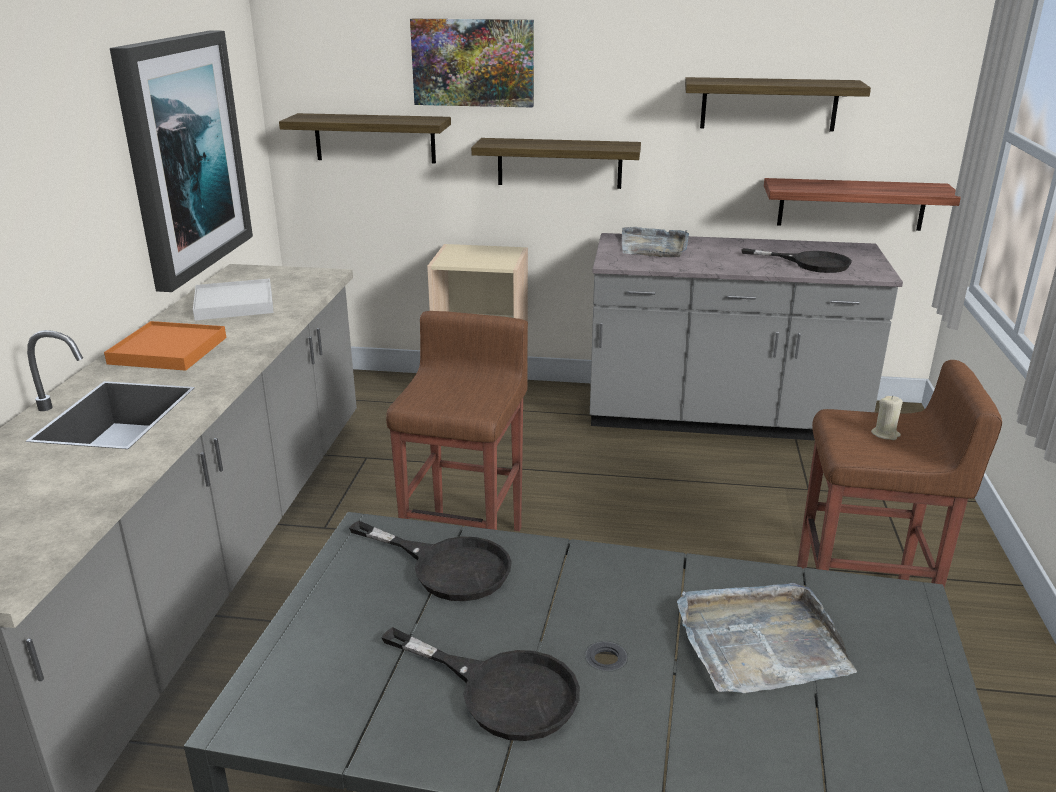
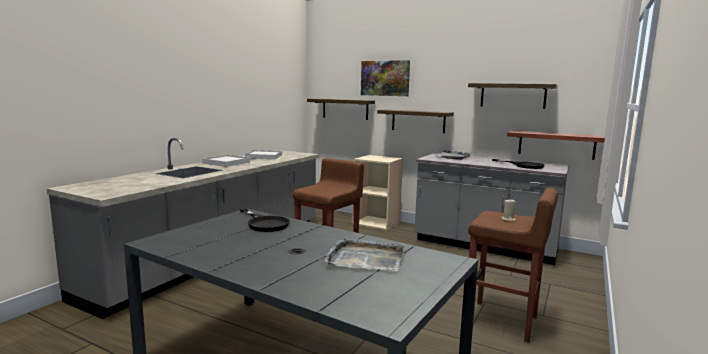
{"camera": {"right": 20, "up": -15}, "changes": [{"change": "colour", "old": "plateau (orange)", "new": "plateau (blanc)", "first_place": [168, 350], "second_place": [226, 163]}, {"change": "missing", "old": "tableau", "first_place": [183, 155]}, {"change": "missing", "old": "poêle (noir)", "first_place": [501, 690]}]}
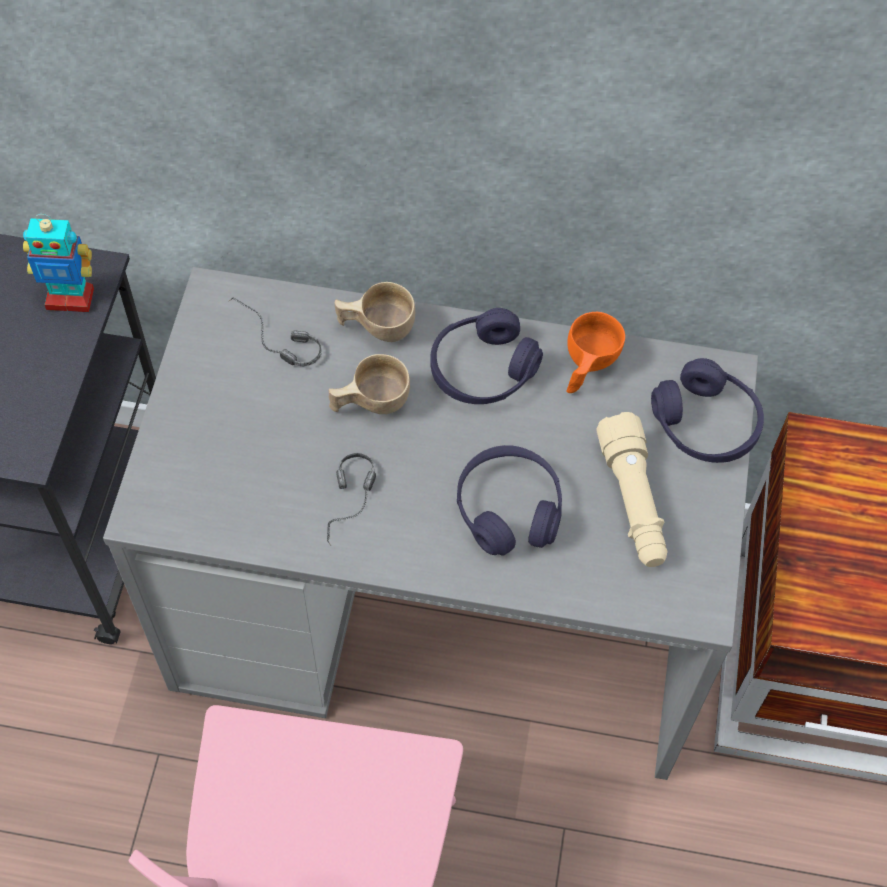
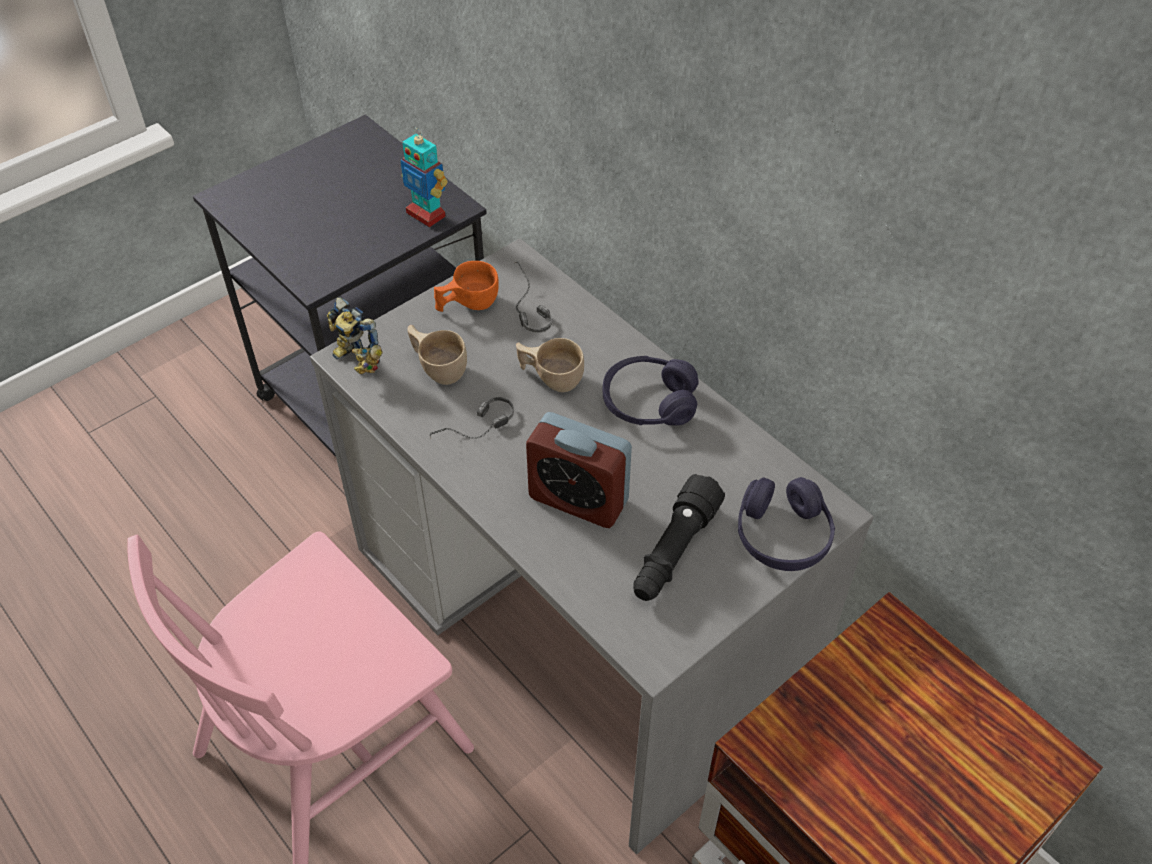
{"camera": {"right": 40, "up": -10}, "changes": [{"change": "relocated", "old": "tasse (beige)", "first_place": [376, 327], "second_place": [438, 367]}, {"change": "exchanged", "old": "casque audio (violet)", "new": "réveil", "first_place": [508, 509], "second_place": [578, 499]}, {"change": "relocated", "old": "tasse (orange)", "first_place": [586, 367], "second_place": [467, 304]}, {"change": "colour", "old": "lampe de poche (beige)", "new": "lampe de poche (noir)", "first_place": [633, 502], "second_place": [674, 551]}, {"change": "appeared", "new": "robot jouet", "second_place": [354, 361]}]}
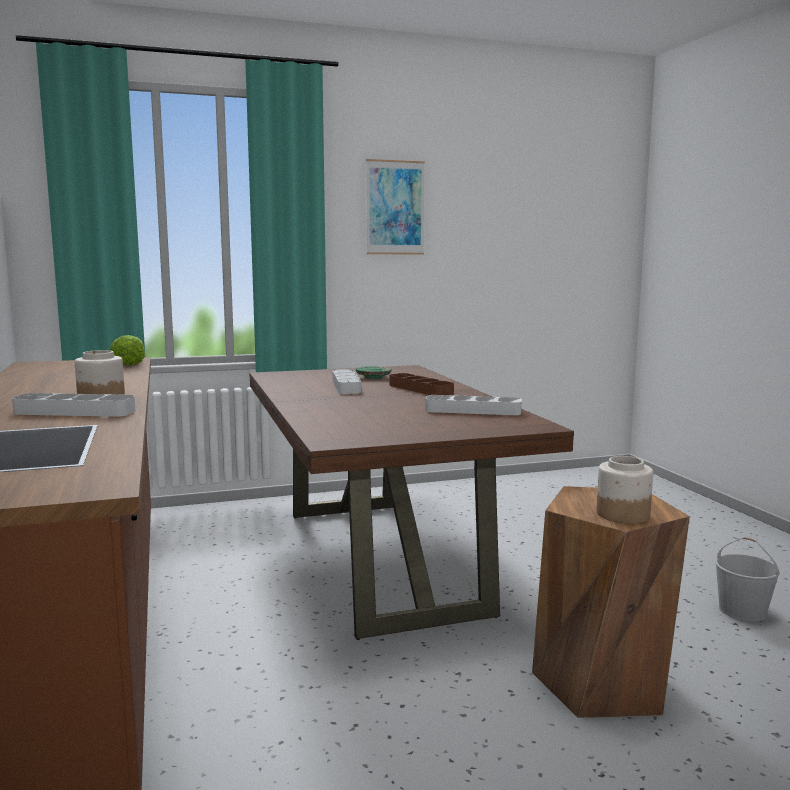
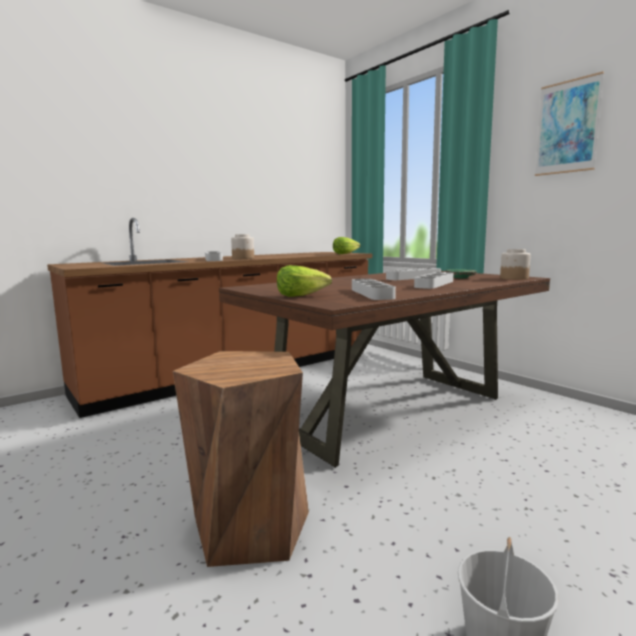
{"camera": {"right": 70, "up": 0}, "changes": [{"change": "colour", "old": "plateau (marron)", "new": "plateau (gris)", "first_place": [420, 389], "second_place": [434, 284]}, {"change": "relocated", "old": "bocal", "first_place": [622, 514], "second_place": [513, 278]}, {"change": "appeared", "new": "laitue", "second_place": [301, 296]}]}
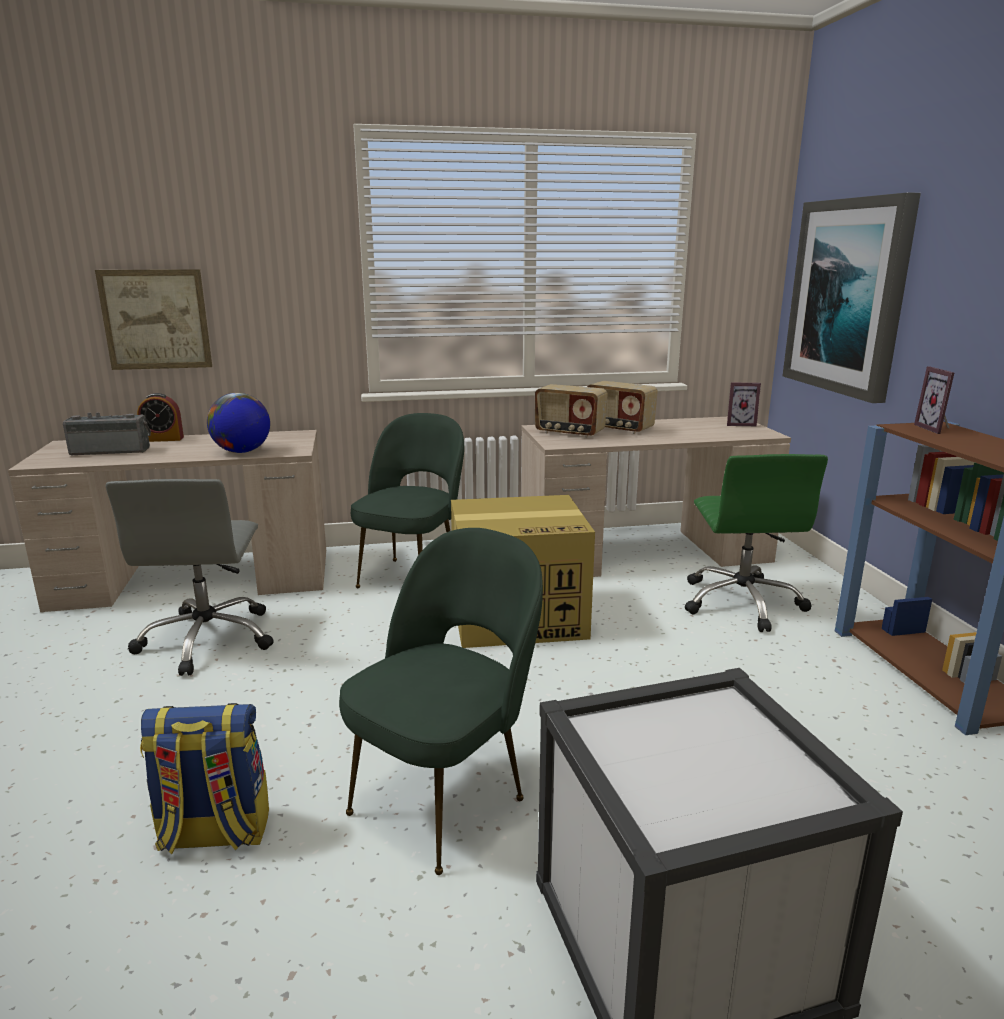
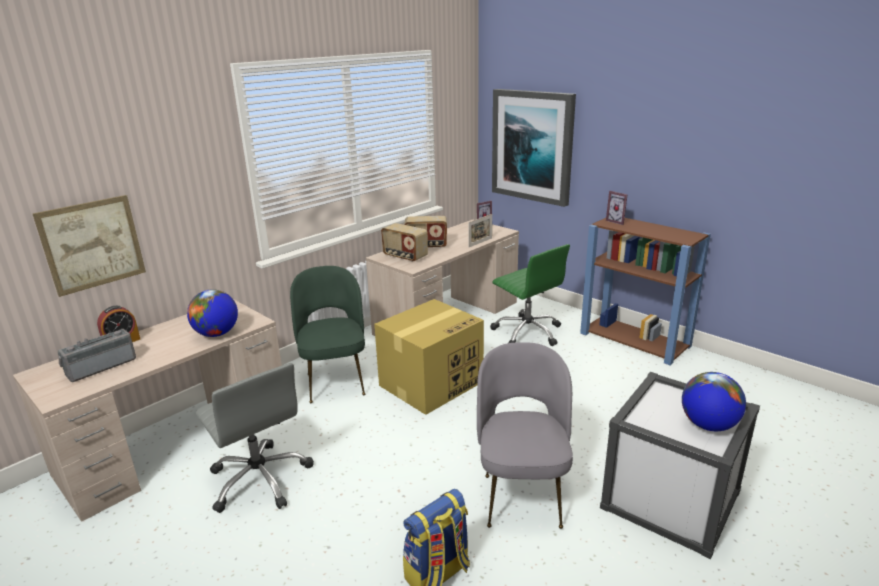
{"camera": {"right": -35, "up": 5}, "changes": [{"change": "colour", "old": "chaise (vert)", "new": "chaise (gris)", "first_place": [447, 799], "second_place": [521, 495]}, {"change": "spun", "old": "radio", "first_place": [569, 433], "second_place": [405, 257], "degrees": 45}, {"change": "appeared", "new": "cadre photo", "second_place": [480, 242]}, {"change": "appeared", "new": "globe", "second_place": [708, 425]}]}
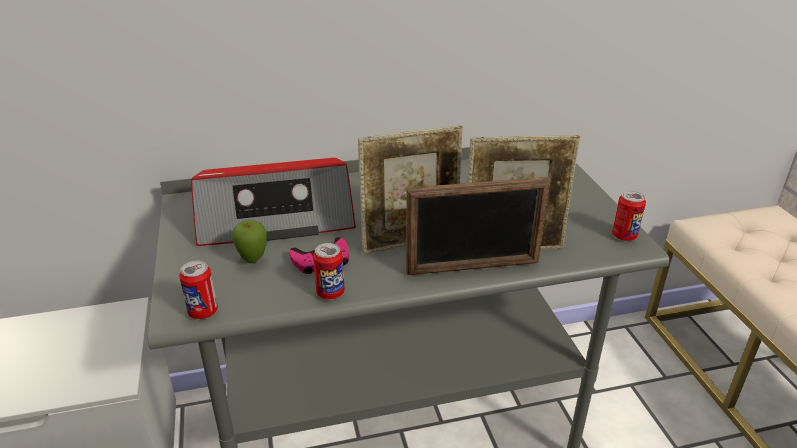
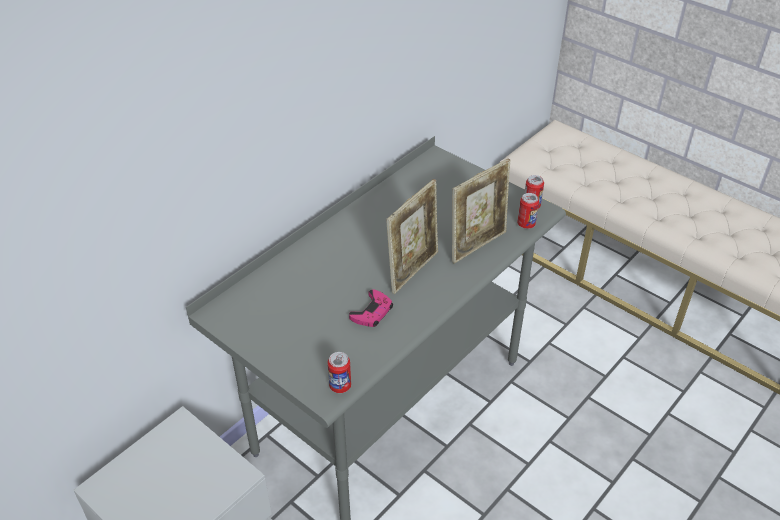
{"camera": {"right": -35, "up": 10}, "changes": [{"change": "missing", "old": "radio", "first_place": [276, 219]}, {"change": "missing", "old": "pomme", "first_place": [253, 260]}, {"change": "relocated", "old": "boîte métallique", "first_place": [330, 293], "second_place": [526, 224]}, {"change": "missing", "old": "cadre photo", "first_place": [473, 268]}]}
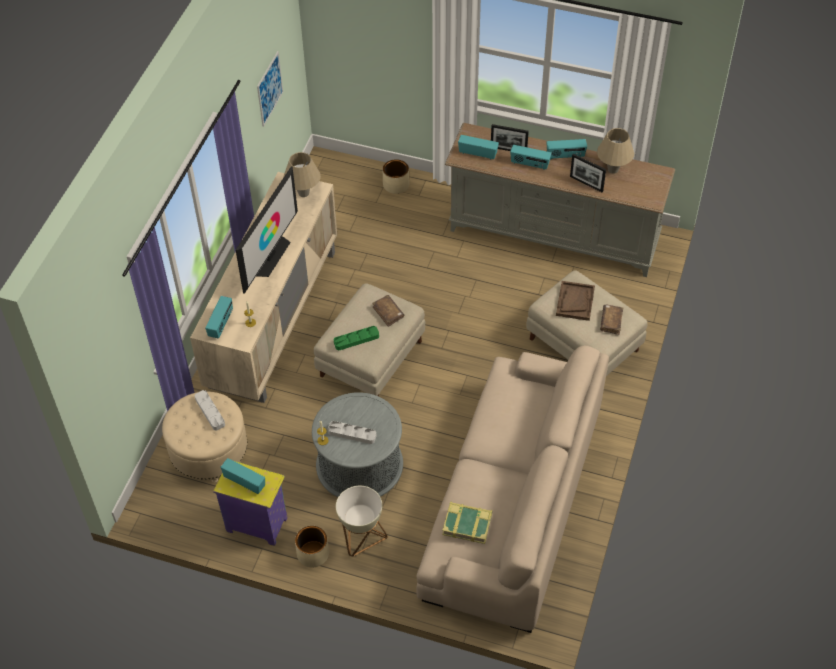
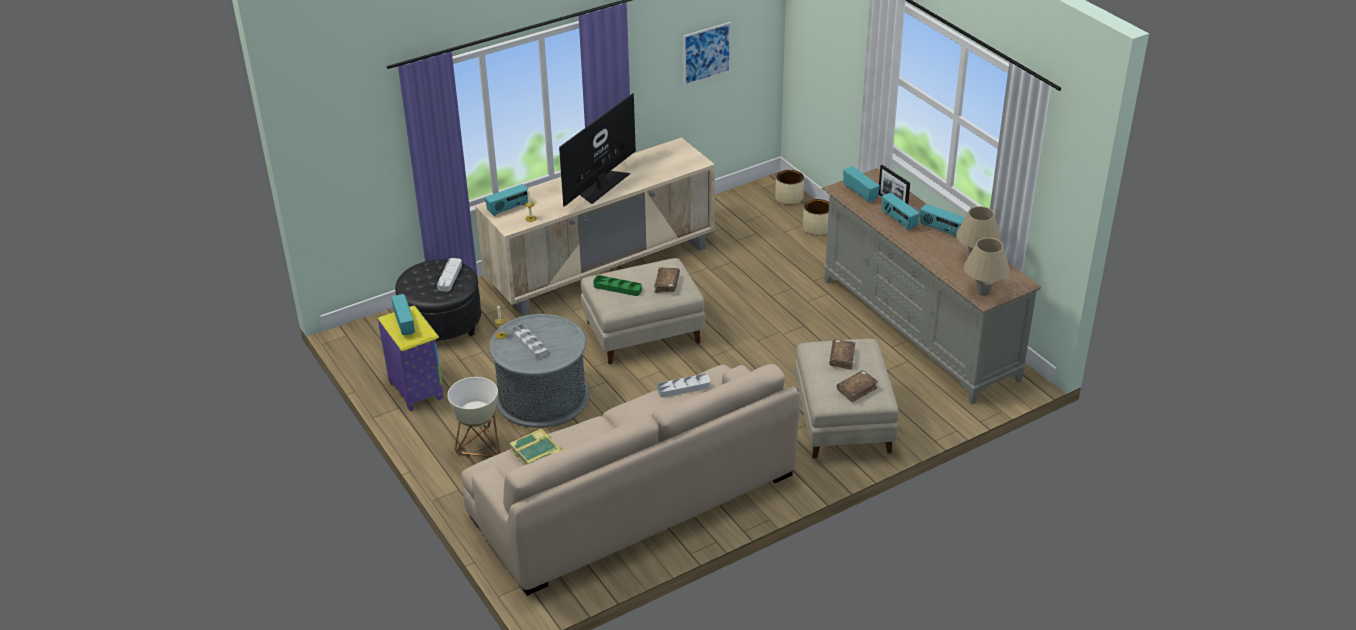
{"camera": {"right": 40, "up": -15}, "changes": [{"change": "colour", "old": "pouf (beige)", "new": "pouf (noir)", "first_place": [209, 452], "second_place": [442, 325]}, {"change": "spun", "old": "téléviseur", "first_place": [270, 256], "second_place": [602, 185], "degrees": 150}, {"change": "relocated", "old": "lampe de table (beige)", "first_place": [303, 193], "second_place": [983, 291]}, {"change": "relocated", "old": "cache-pot (beige)", "first_place": [312, 554], "second_place": [788, 198]}, {"change": "exchanged", "old": "plateau (marron)", "new": "livre (marron)", "first_place": [575, 301], "second_place": [842, 358]}, {"change": "missing", "old": "cadre photo", "first_place": [586, 183]}, {"change": "appeared", "new": "plateau (gris)", "second_place": [683, 388]}]}
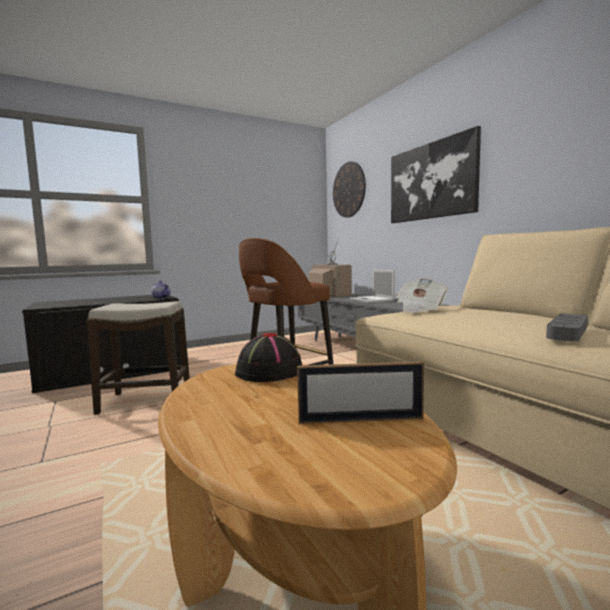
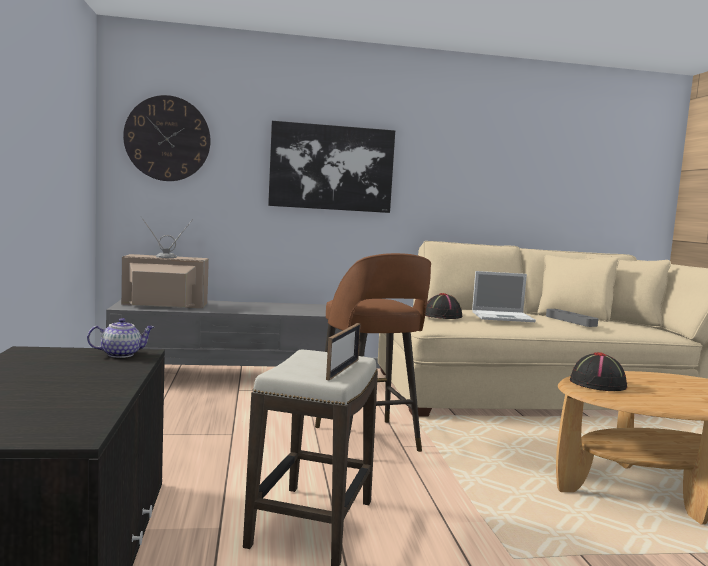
{"camera": {"right": -70, "up": 0}, "changes": [{"change": "relocated", "old": "cadre photo", "first_place": [360, 420], "second_place": [343, 369]}, {"change": "relocated", "old": "ordinateur portable", "first_place": [372, 300], "second_place": [503, 317]}, {"change": "exchanged", "old": "journal", "new": "chapeau (noir)", "first_place": [420, 309], "second_place": [443, 316]}]}
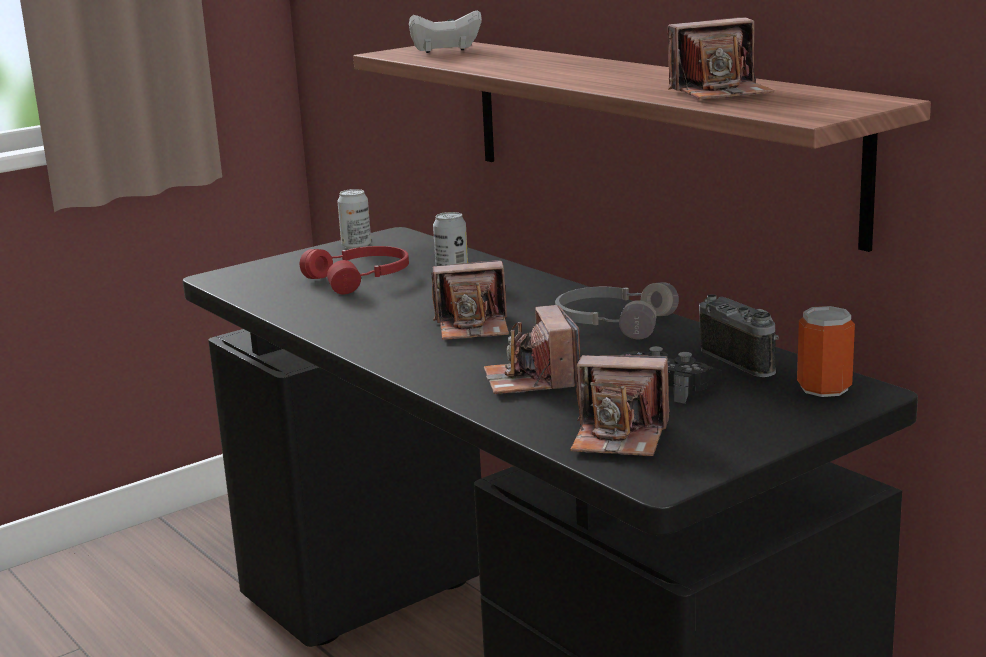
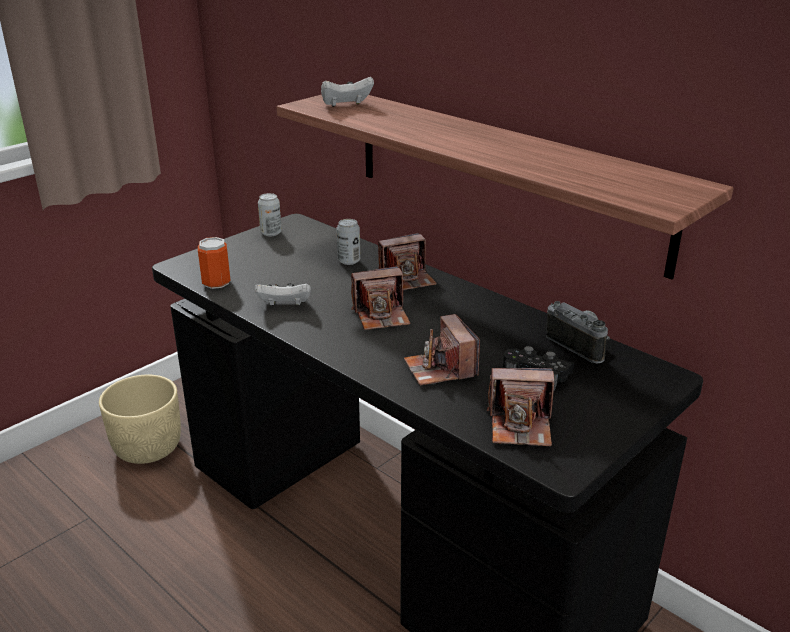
{"camera": {"right": -10, "up": 10}, "changes": [{"change": "missing", "old": "casque audio (rouge)", "first_place": [361, 279]}, {"change": "missing", "old": "casque audio (gris)", "first_place": [612, 323]}, {"change": "relocated", "old": "appareil photo", "first_place": [720, 92], "second_place": [407, 279]}, {"change": "relocated", "old": "boîte métallique", "first_place": [824, 388], "second_place": [216, 282]}, {"change": "appeared", "new": "cache-pot (beige)", "second_place": [148, 447]}, {"change": "appeared", "new": "manette (blanc)", "second_place": [285, 306]}]}
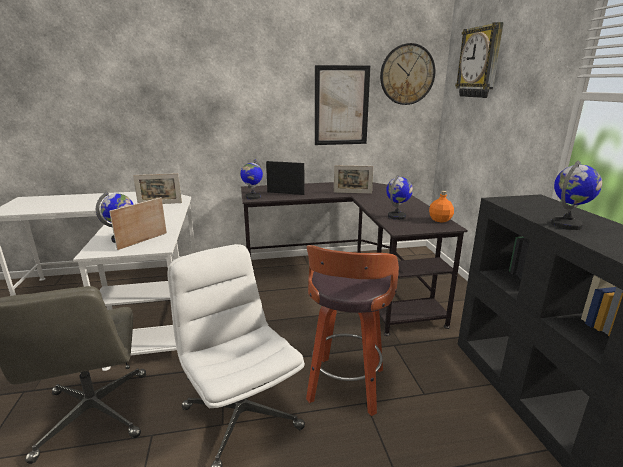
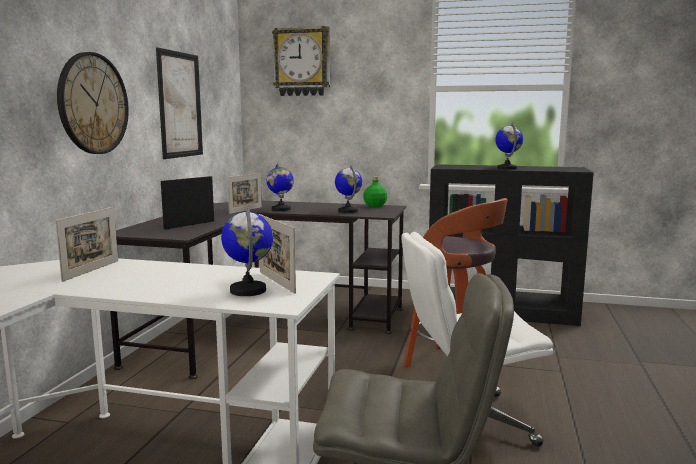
{"camera": {"right": -65, "up": -10}, "changes": [{"change": "relocated", "old": "globe", "first_place": [253, 197], "second_place": [281, 209]}, {"change": "relocated", "old": "horloge murale", "first_place": [407, 74], "second_place": [93, 104]}, {"change": "colour", "old": "bouteille (orange)", "new": "bouteille (vert)", "first_place": [440, 220], "second_place": [375, 206]}]}
